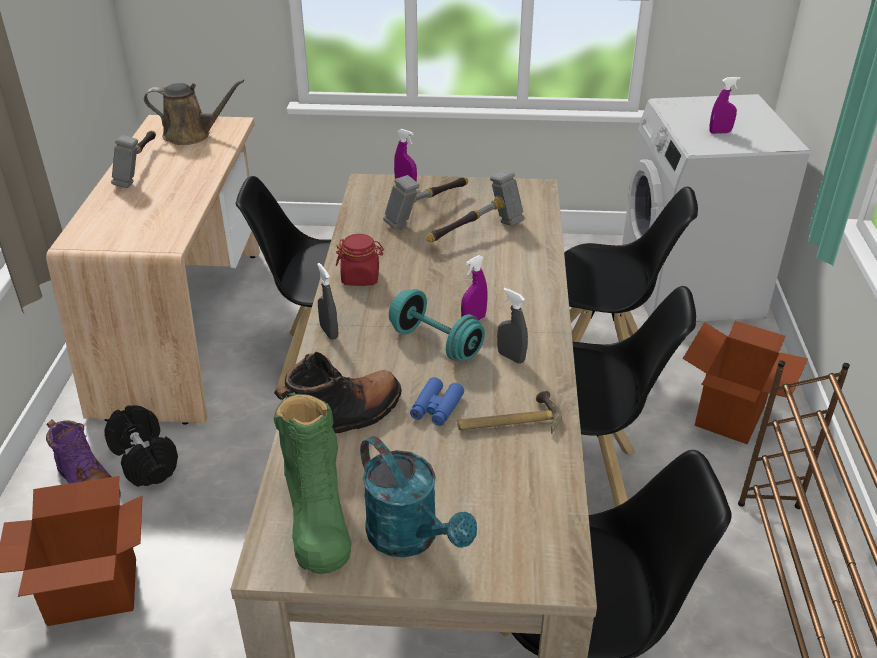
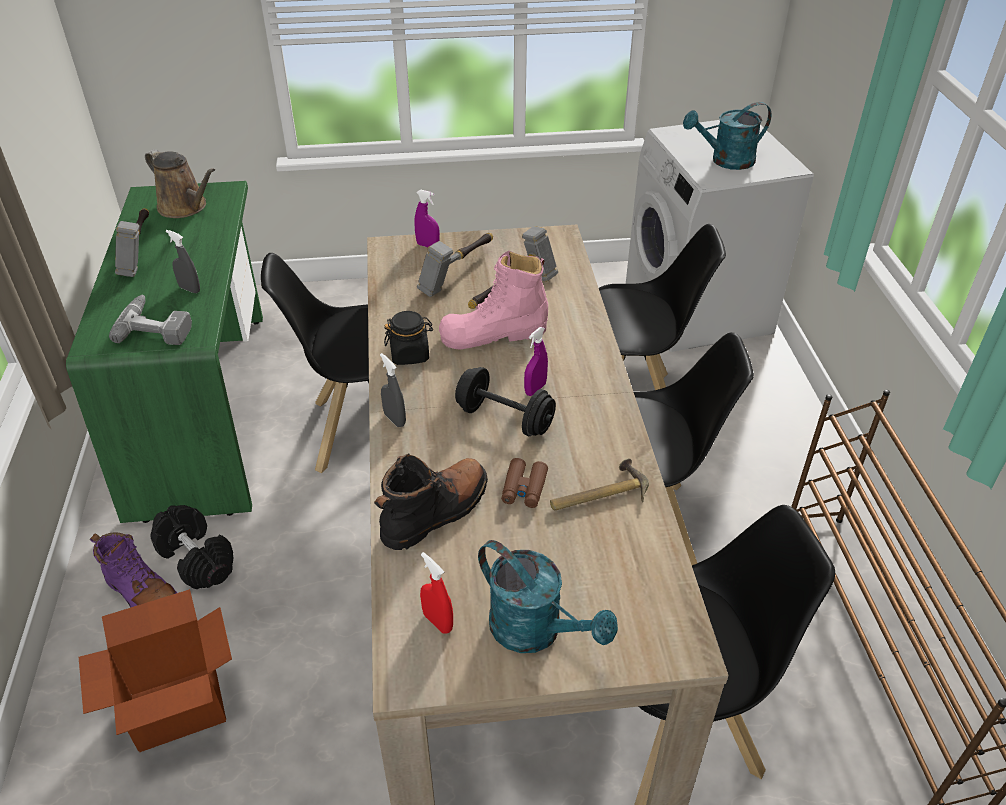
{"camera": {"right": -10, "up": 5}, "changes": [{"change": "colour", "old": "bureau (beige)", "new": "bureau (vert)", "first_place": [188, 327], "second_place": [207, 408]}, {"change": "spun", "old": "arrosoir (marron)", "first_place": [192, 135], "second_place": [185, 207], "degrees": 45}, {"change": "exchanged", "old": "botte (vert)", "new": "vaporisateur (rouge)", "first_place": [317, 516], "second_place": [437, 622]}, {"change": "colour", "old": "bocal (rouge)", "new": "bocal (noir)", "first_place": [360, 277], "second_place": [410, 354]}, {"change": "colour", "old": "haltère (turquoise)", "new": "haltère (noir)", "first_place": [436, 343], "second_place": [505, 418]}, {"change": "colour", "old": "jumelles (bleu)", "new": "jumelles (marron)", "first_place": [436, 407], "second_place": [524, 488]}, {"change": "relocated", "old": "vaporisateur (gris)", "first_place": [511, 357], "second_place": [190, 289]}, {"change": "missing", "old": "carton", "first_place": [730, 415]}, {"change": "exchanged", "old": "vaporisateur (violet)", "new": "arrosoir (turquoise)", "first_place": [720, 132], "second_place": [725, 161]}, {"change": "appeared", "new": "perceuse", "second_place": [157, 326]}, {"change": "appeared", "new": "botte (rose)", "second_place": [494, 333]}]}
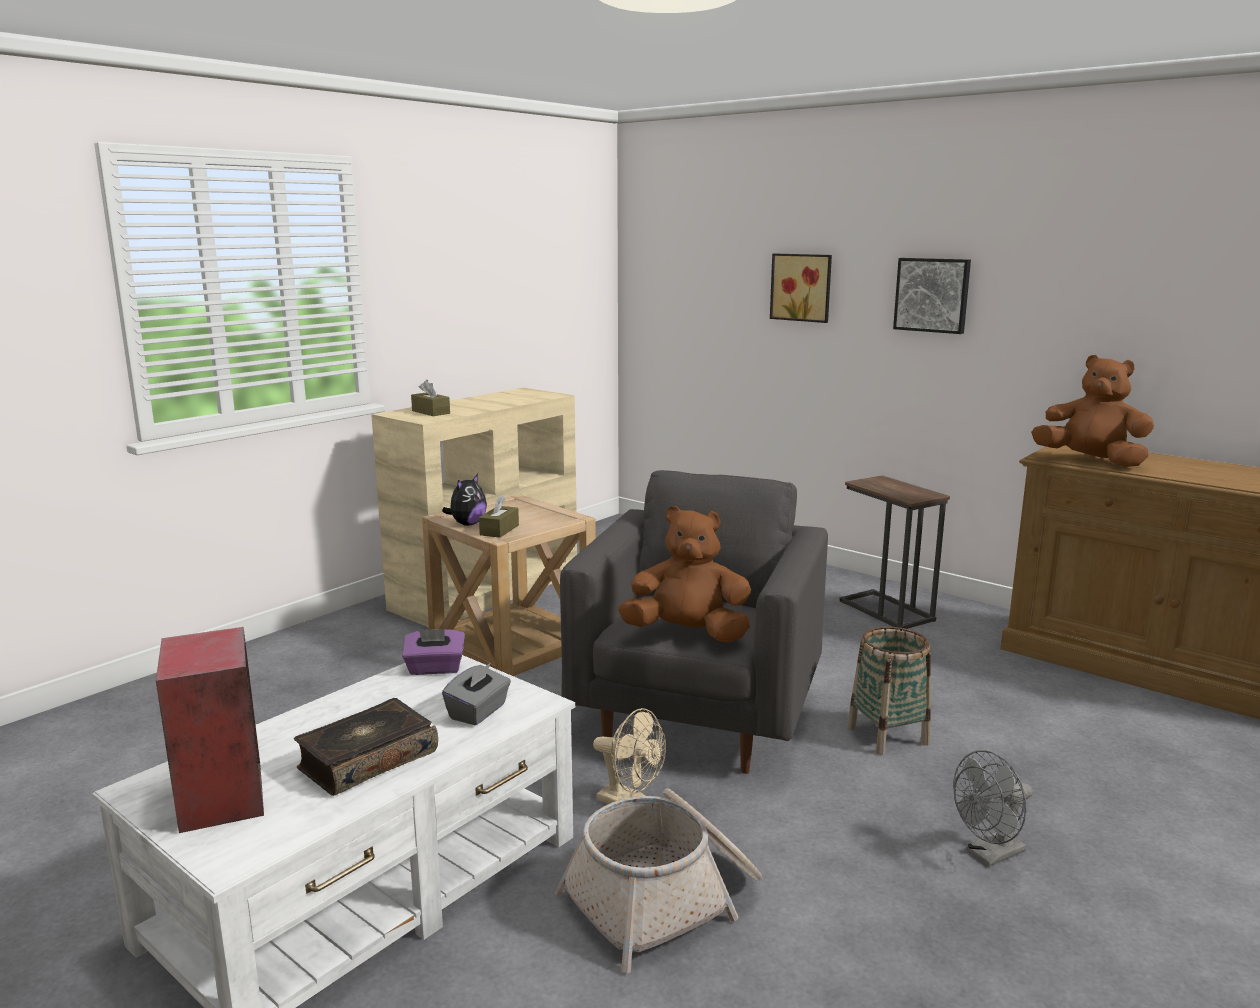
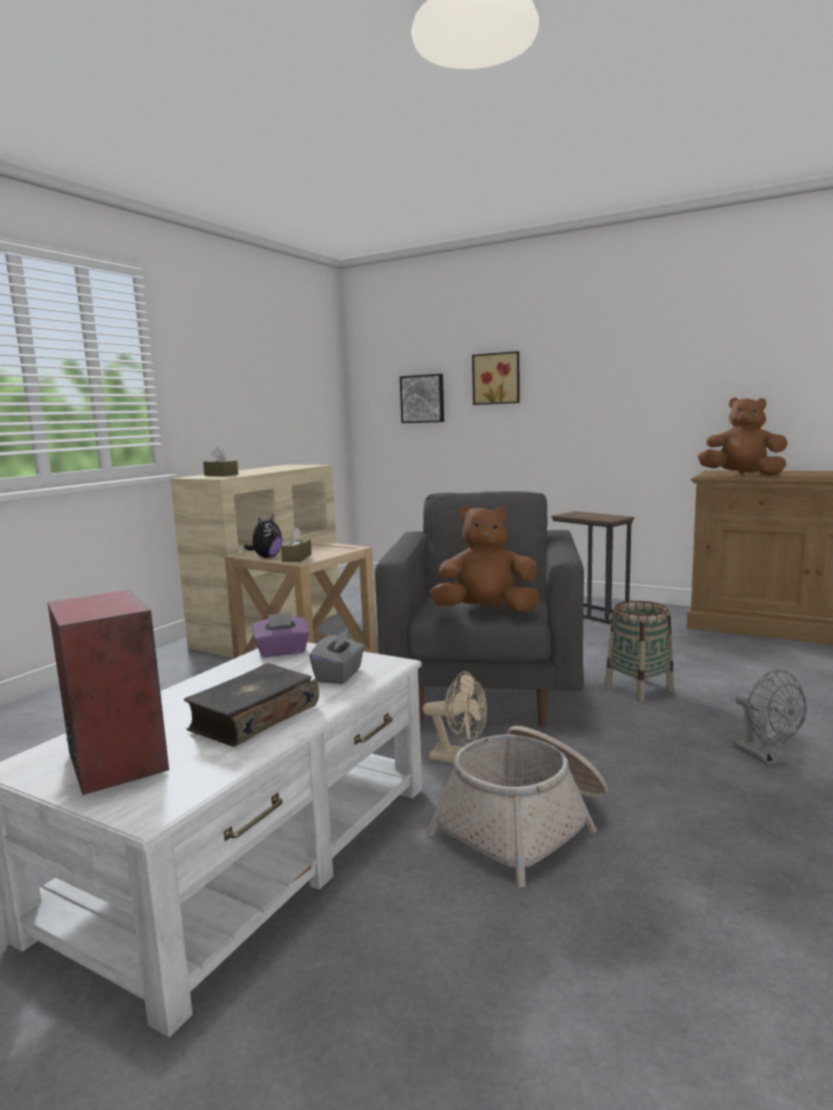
{"camera": {"right": -10, "up": -5}, "changes": [{"change": "relocated", "old": "tableau", "first_place": [932, 295], "second_place": [423, 399]}, {"change": "spun", "old": "ventilateur (gris)", "first_place": [989, 855], "second_place": [766, 757], "degrees": -75}]}
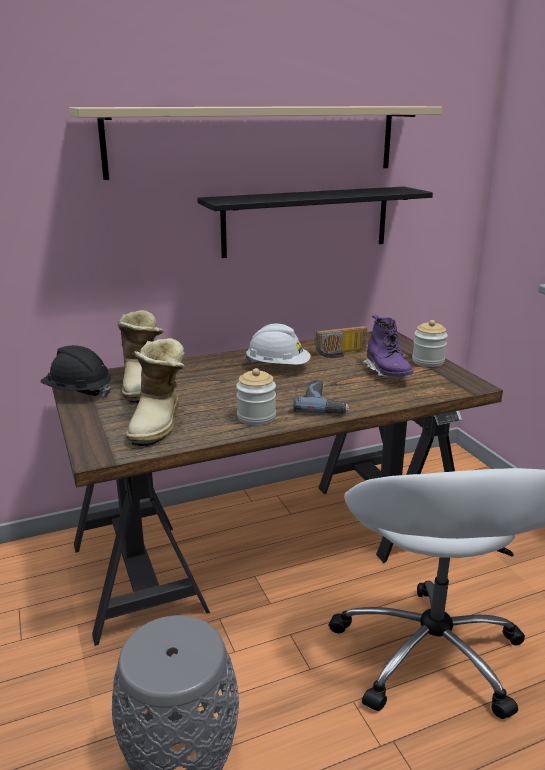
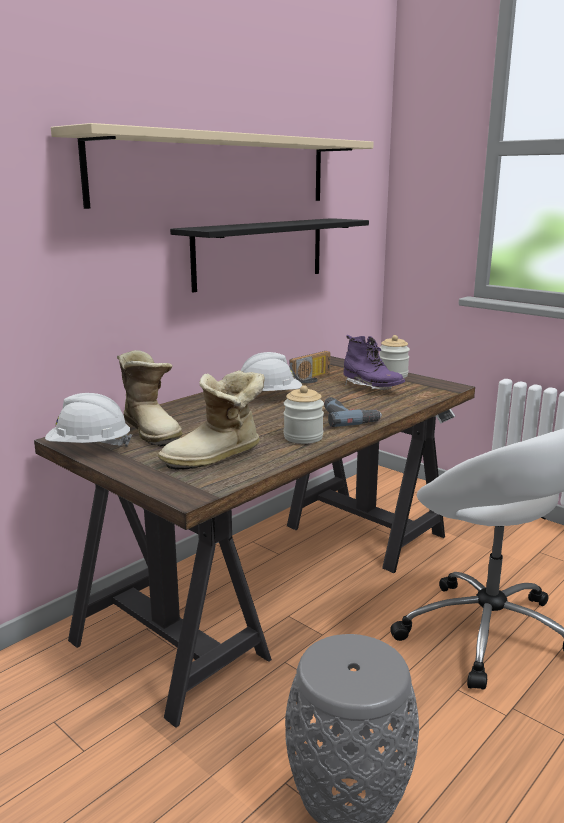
{"camera": {"right": -25, "up": -5}, "changes": [{"change": "colour", "old": "casque de chantier (noir)", "new": "casque de chantier (blanc)", "first_place": [78, 392], "second_place": [89, 448]}, {"change": "spun", "old": "botte", "first_place": [159, 423], "second_place": [216, 457], "degrees": 75}]}
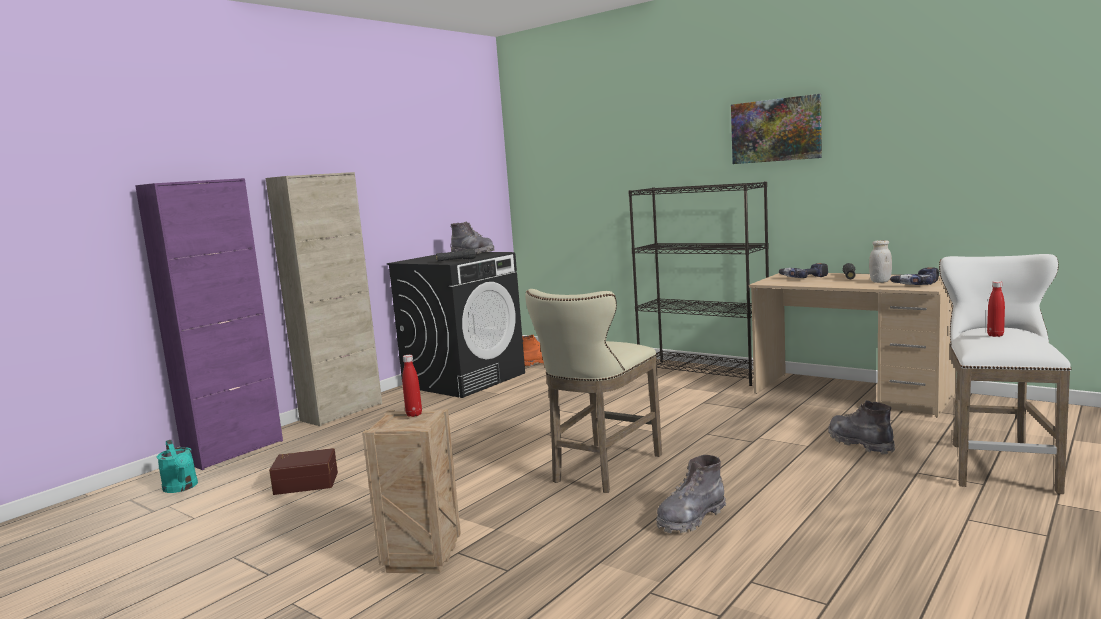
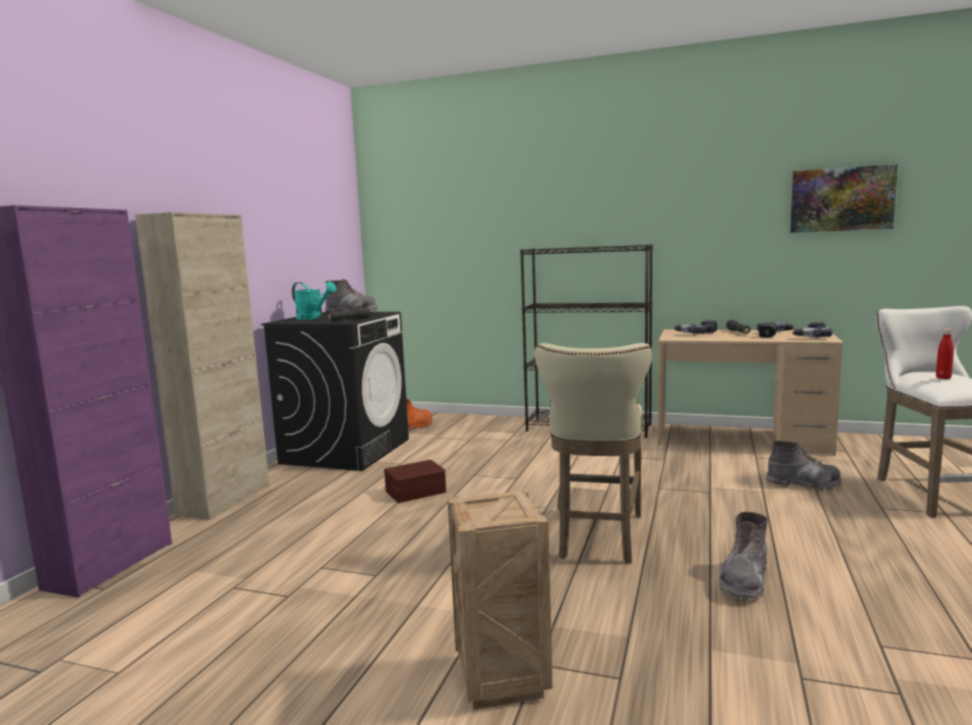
{"camera": {"right": -20, "up": 0}, "changes": [{"change": "relocated", "old": "arrosoir (turquoise)", "first_place": [182, 488], "second_place": [314, 318]}, {"change": "relocated", "old": "boîte de rangement (marron)", "first_place": [306, 482], "second_place": [415, 491]}, {"change": "missing", "old": "bouteille (rouge)", "first_place": [414, 414]}, {"change": "relocated", "old": "tableau", "first_place": [776, 130], "second_place": [841, 199]}, {"change": "spun", "old": "botte (gris)", "first_place": [860, 443], "second_place": [803, 485], "degrees": 150}, {"change": "exchanged", "old": "bocal (blanc)", "new": "perceuse", "first_place": [880, 281], "second_place": [774, 335]}]}
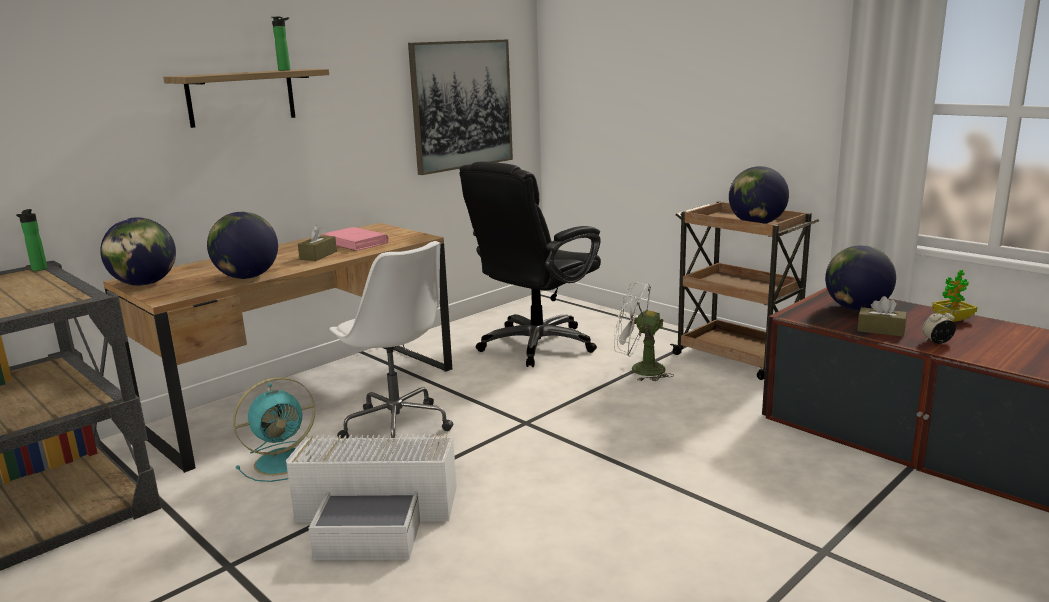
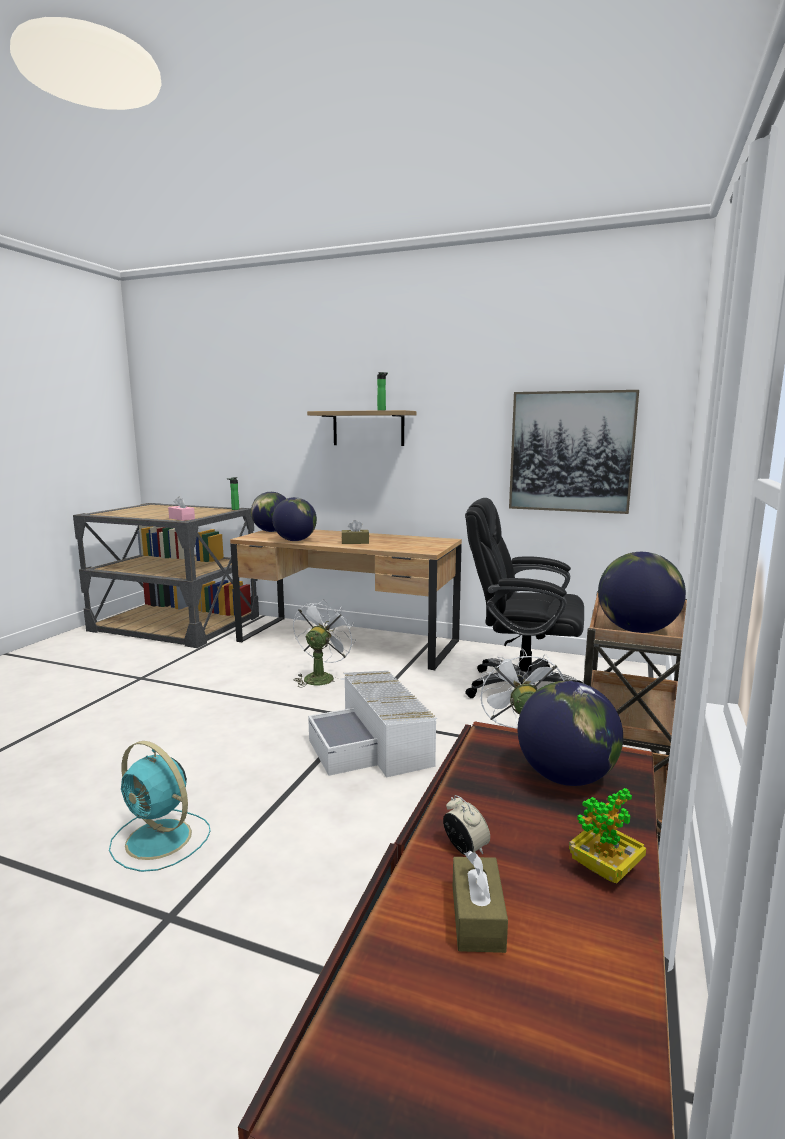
{"camera": {"right": 65, "up": -5}, "changes": [{"change": "relocated", "old": "ventilateur (turquoise)", "first_place": [284, 461], "second_place": [161, 840]}, {"change": "relocated", "old": "boîte de rangement (blanc)", "first_place": [377, 515], "second_place": [373, 745]}, {"change": "missing", "old": "livre (rose)", "first_place": [355, 243]}, {"change": "exchanged", "old": "chaise de bureau (blanc)", "new": "ventilateur (blanc)", "first_place": [398, 428], "second_place": [321, 677]}, {"change": "relocated", "old": "boîte à mouchoirs (marron)", "first_place": [880, 330], "second_place": [477, 917]}, {"change": "appeared", "new": "boîte à mouchoirs (rose)", "second_place": [182, 518]}]}
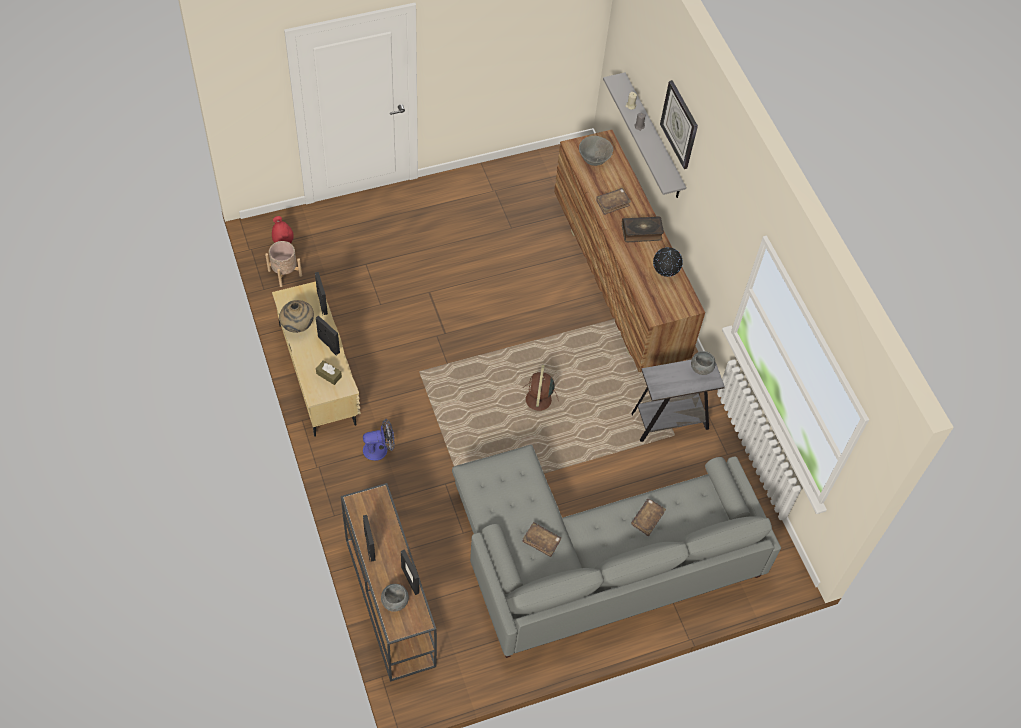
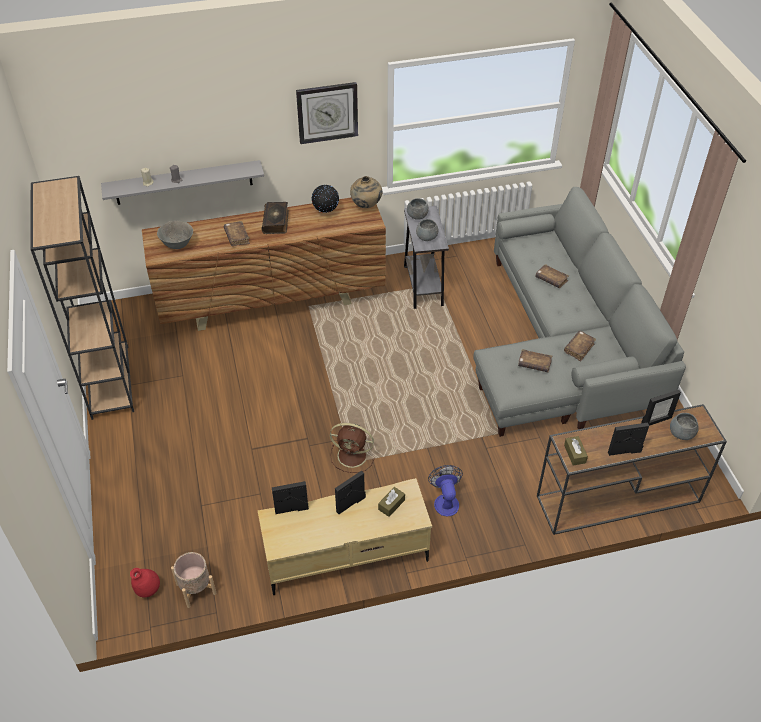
{"camera": {"right": -80, "up": -10}, "changes": [{"change": "relocated", "old": "vase (beige)", "first_place": [297, 327], "second_place": [366, 206]}, {"change": "relocated", "old": "ventilateur (marron)", "first_place": [538, 401], "second_place": [353, 456]}, {"change": "relocated", "old": "horloge murale", "first_place": [680, 124], "second_place": [327, 112]}, {"change": "appeared", "new": "bibliothèque", "second_place": [110, 381]}, {"change": "appeared", "new": "bol (gris)", "second_place": [427, 237]}, {"change": "appeared", "new": "livre (marron)", "second_place": [534, 364]}, {"change": "appeared", "new": "boîte à mouchoirs (marron)", "second_place": [574, 454]}]}
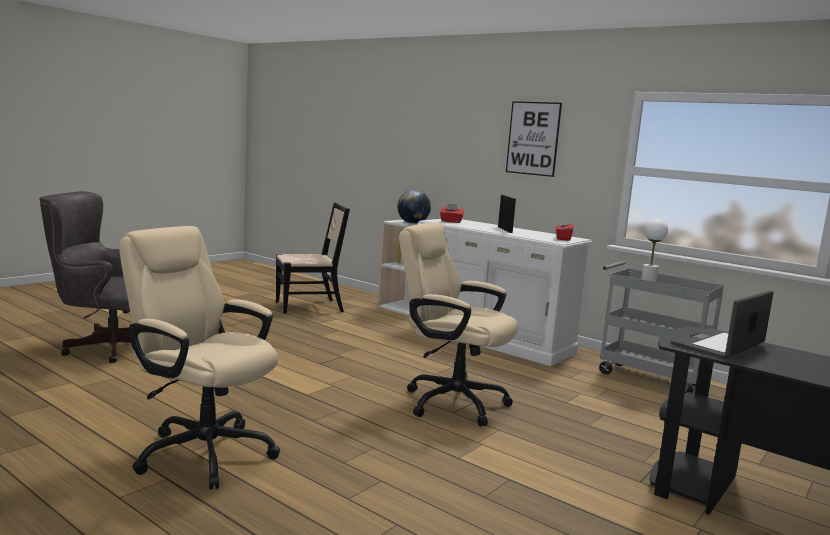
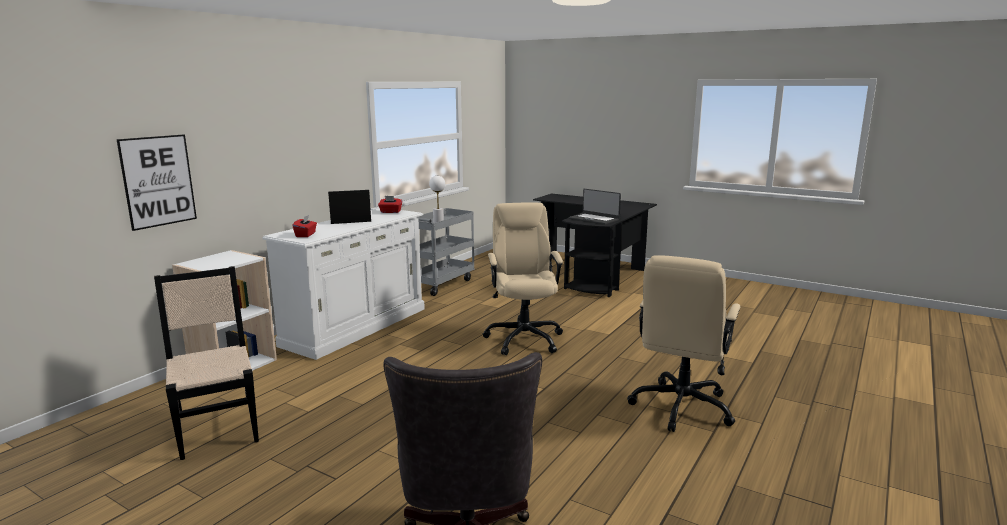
{"camera": {"right": -95, "up": 5}, "changes": [{"change": "missing", "old": "globe", "first_place": [413, 223]}, {"change": "spun", "old": "chaise de bureau (beige)", "first_place": [450, 402], "second_place": [523, 338], "degrees": 150}, {"change": "relocated", "old": "tableau", "first_place": [533, 138], "second_place": [158, 181]}]}
